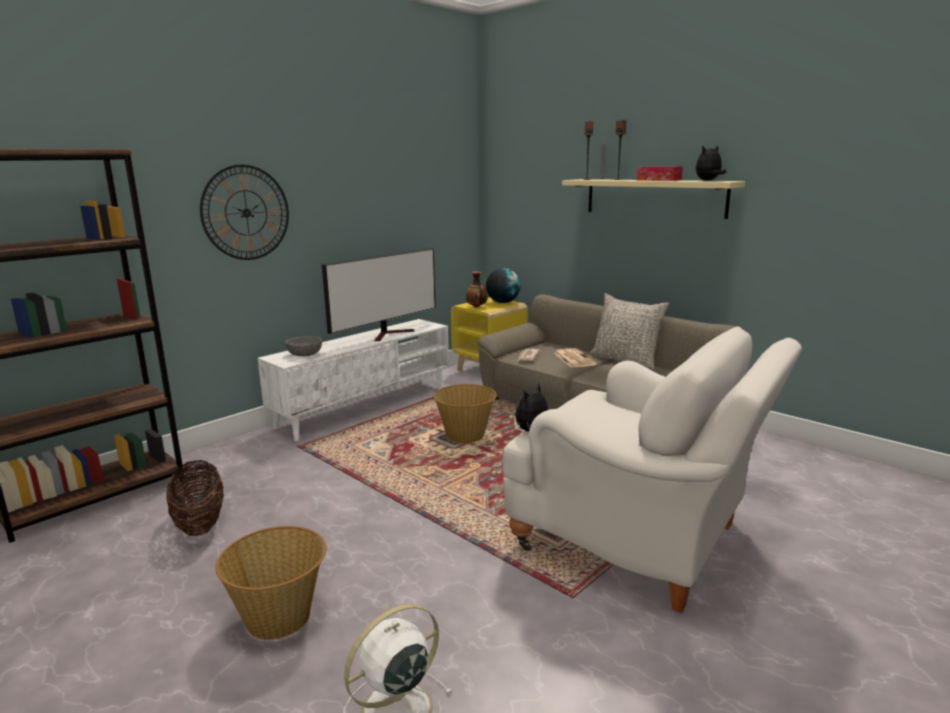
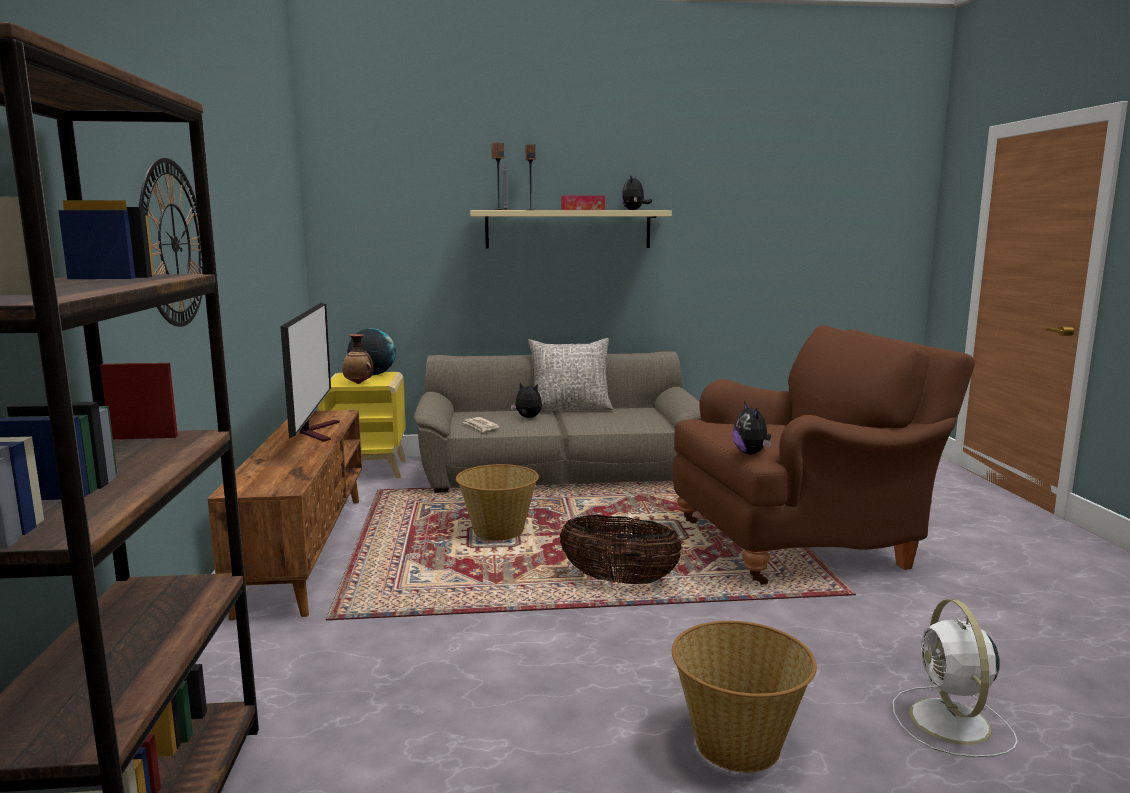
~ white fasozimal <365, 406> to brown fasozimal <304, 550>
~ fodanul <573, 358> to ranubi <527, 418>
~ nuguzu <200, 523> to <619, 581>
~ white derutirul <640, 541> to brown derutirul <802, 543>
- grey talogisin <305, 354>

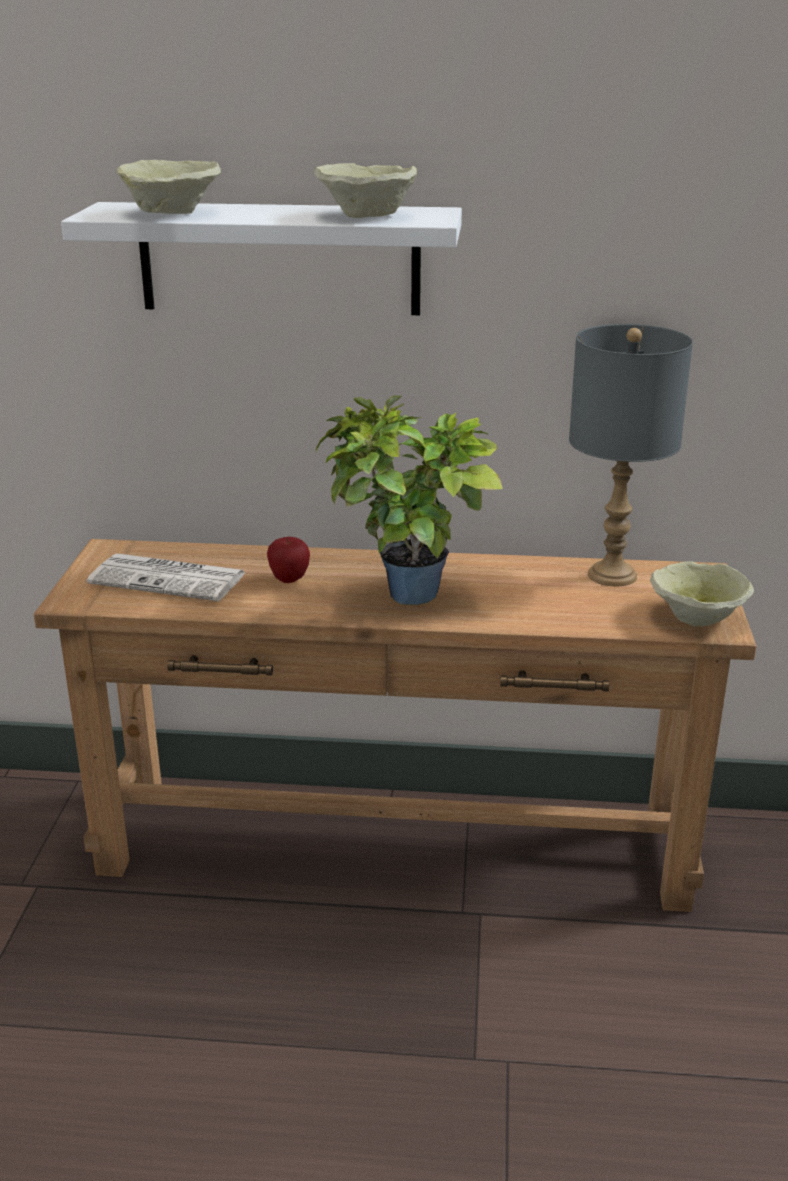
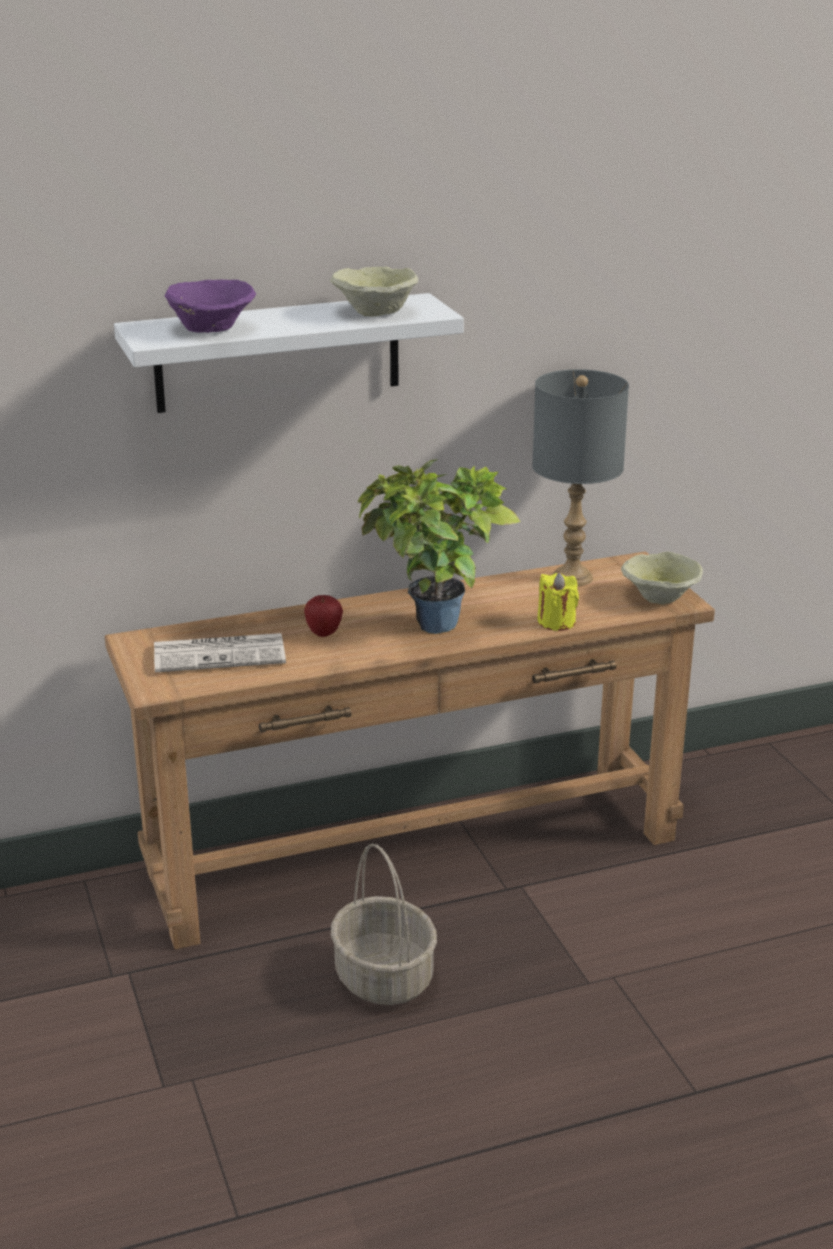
~ beige talogisin <172, 213> to purple talogisin <213, 330>
+ nuguzu <382, 977>
+ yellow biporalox <556, 622>

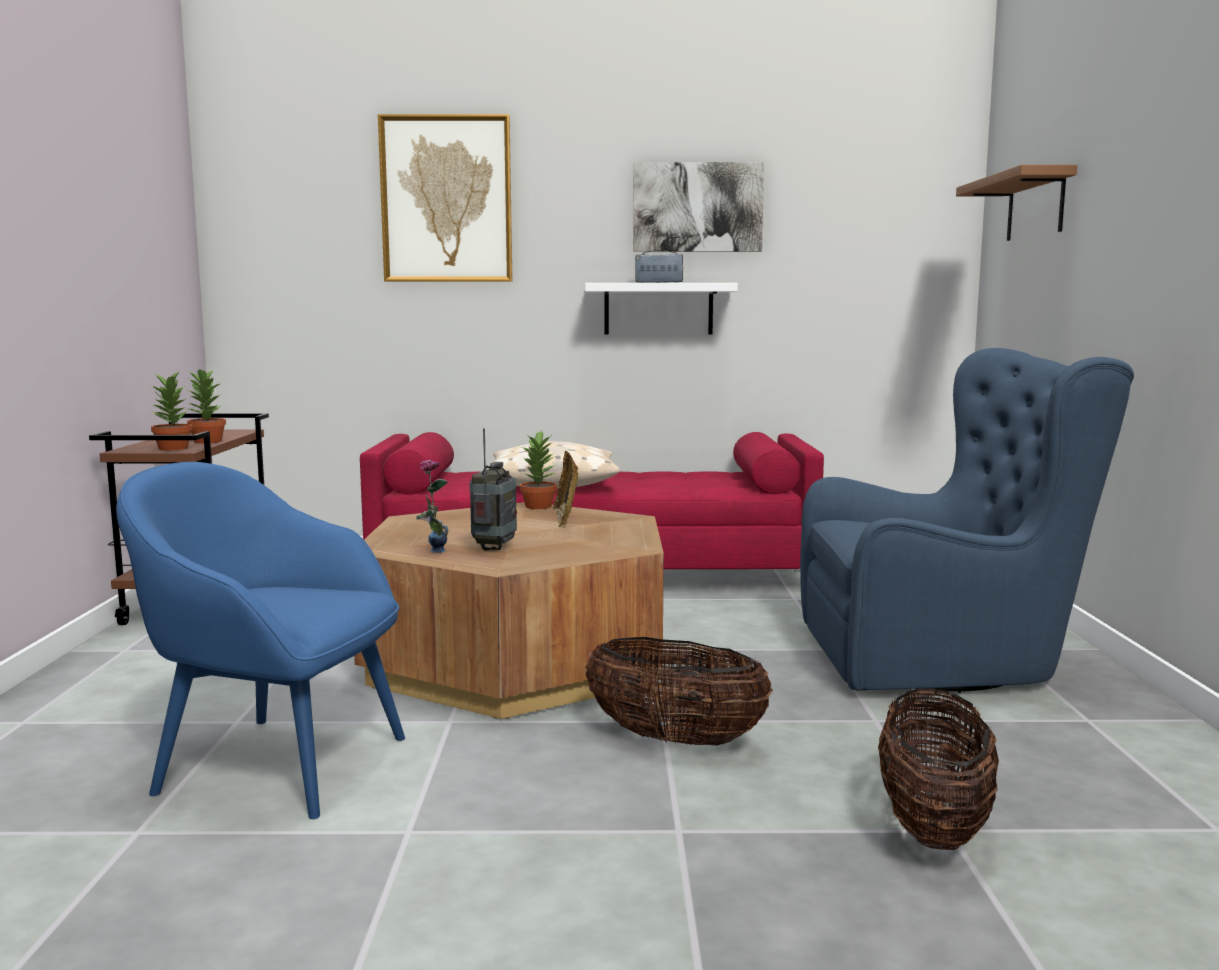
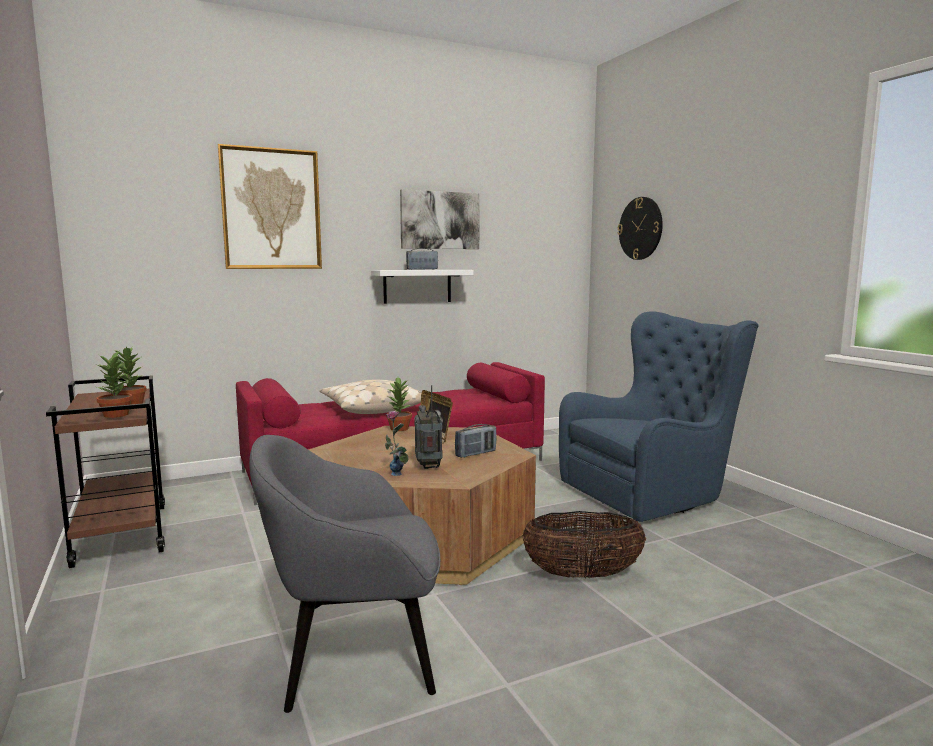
~ blue derutirul <278, 763> to grey derutirul <354, 657>
+ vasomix <476, 454>
~ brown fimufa <1035, 206> to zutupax <640, 228>
- nuguzu <932, 825>

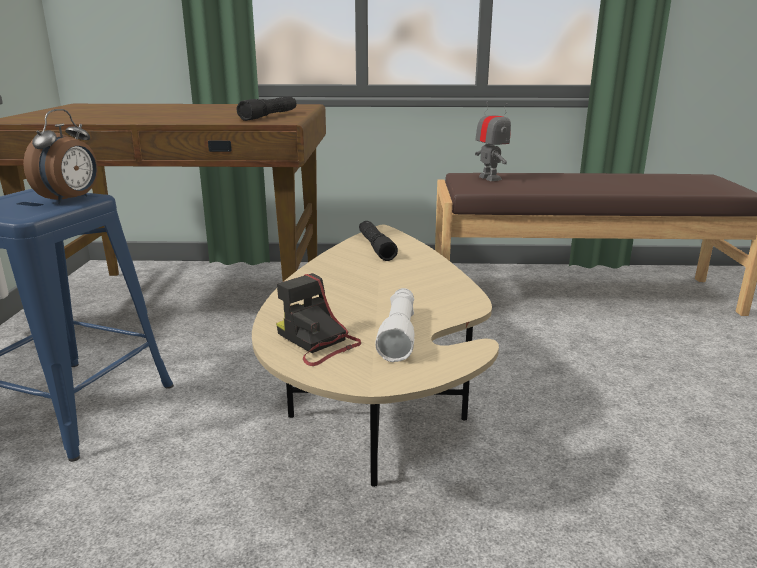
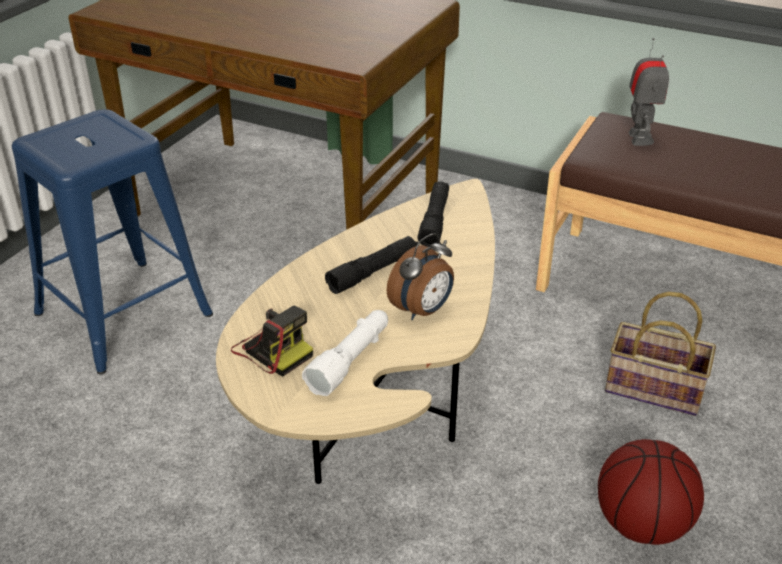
~ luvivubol <317, 342> = <272, 349> 150 degrees clockwise
~ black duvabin <269, 116> to <374, 272>
~ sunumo <71, 200> to <423, 311>
+ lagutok <642, 524>
+ nuguzu <651, 389>

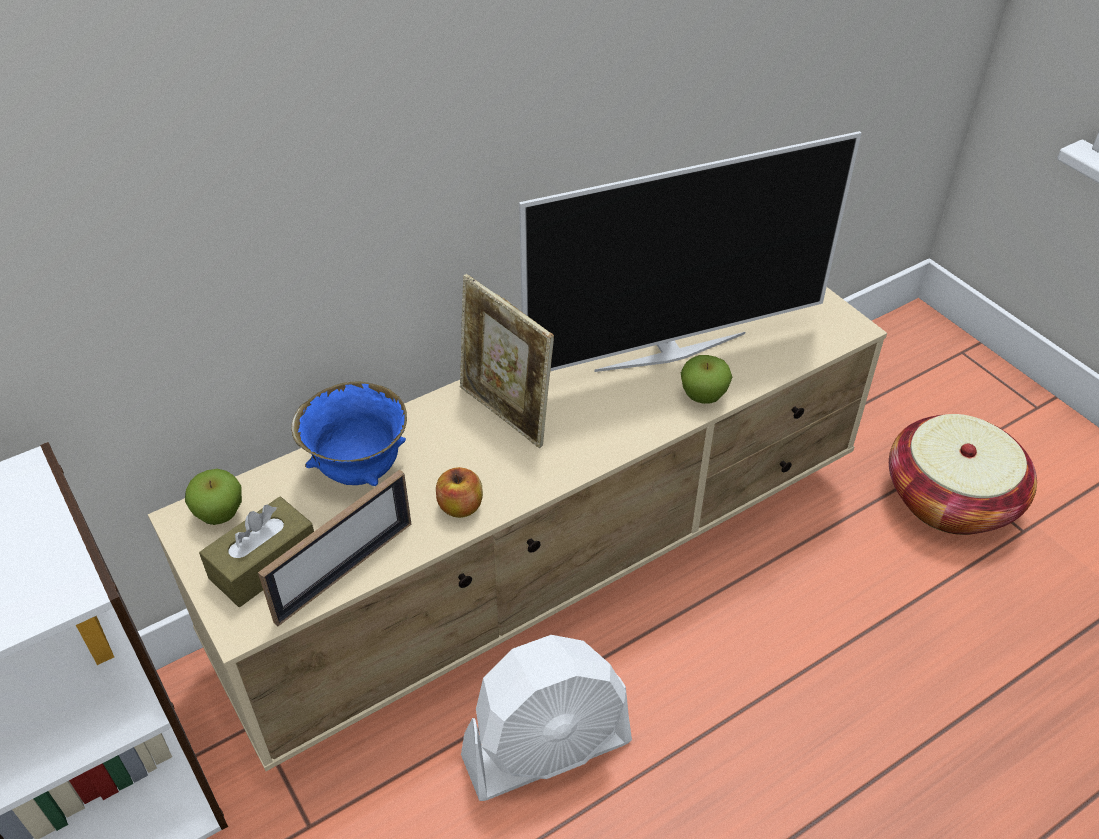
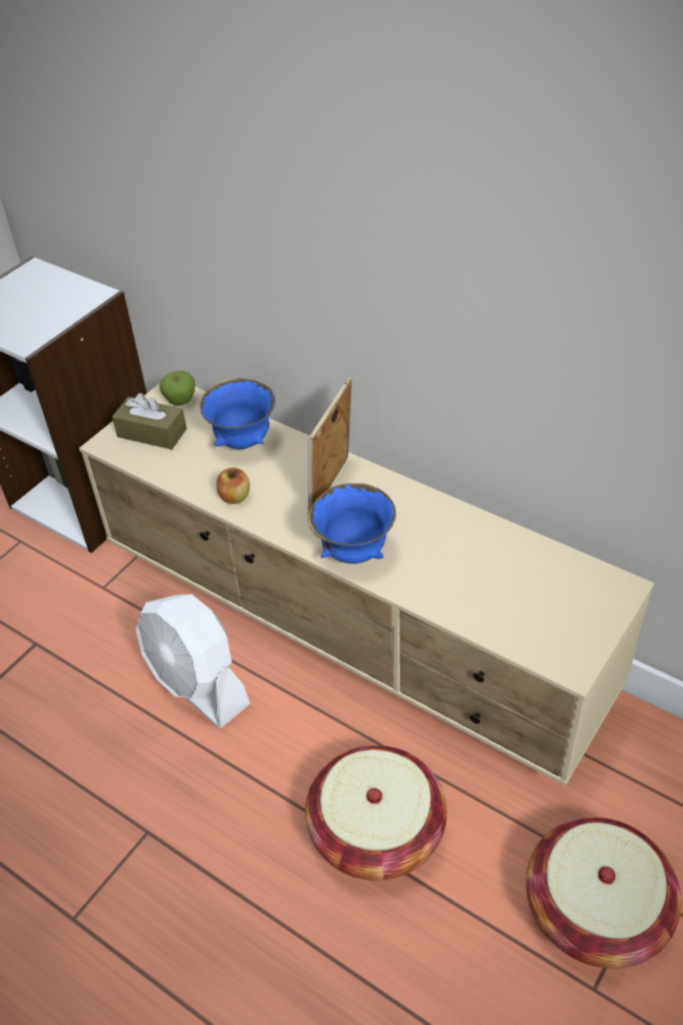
+ nuguzu <376, 831>
+ blue talogisin <354, 552>
- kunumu <345, 571>
- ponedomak <669, 350>
- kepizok <703, 397>

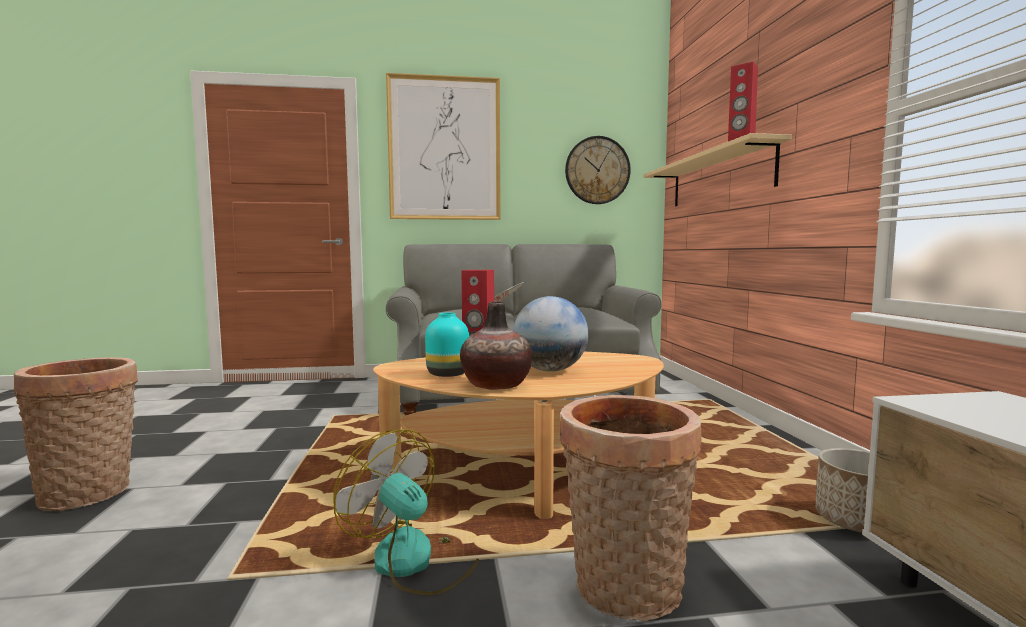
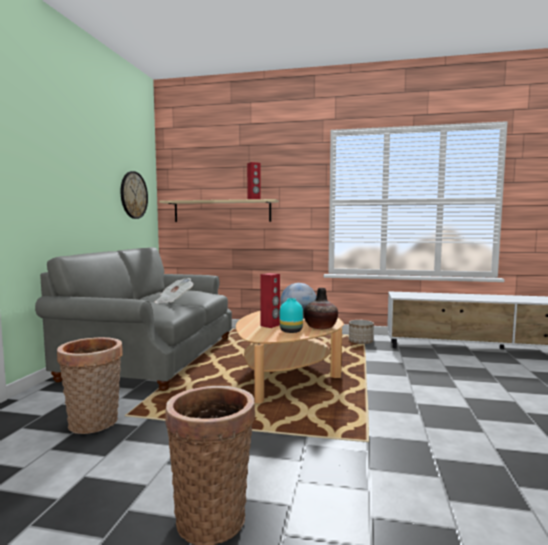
~ nuguzu <625, 592> to <94, 424>
- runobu <415, 561>
- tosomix <444, 149>

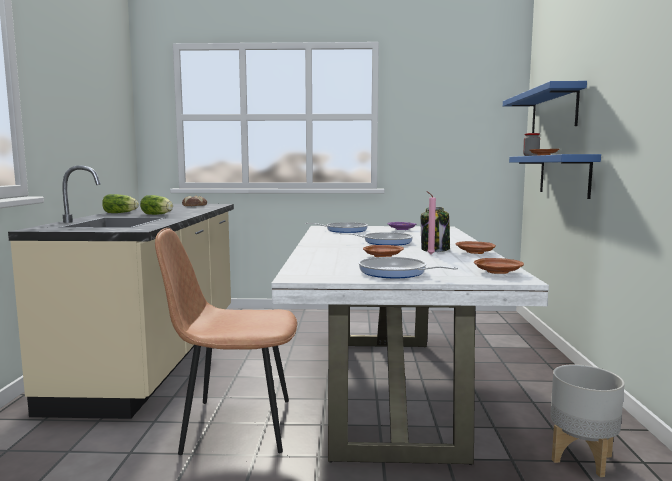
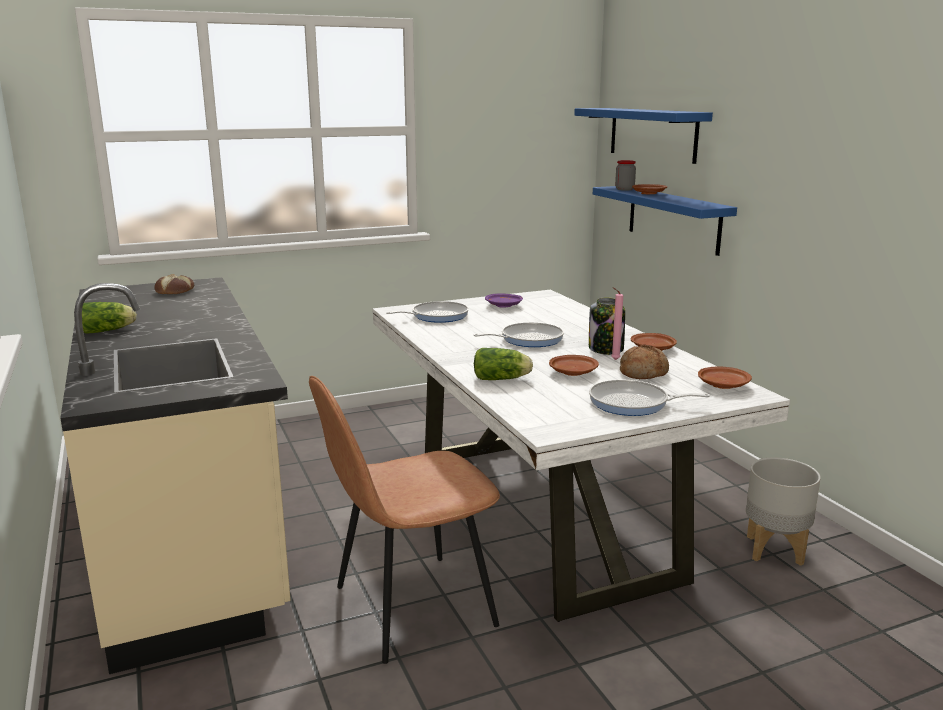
~ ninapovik <158, 214> to <503, 379>
+ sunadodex <643, 372>

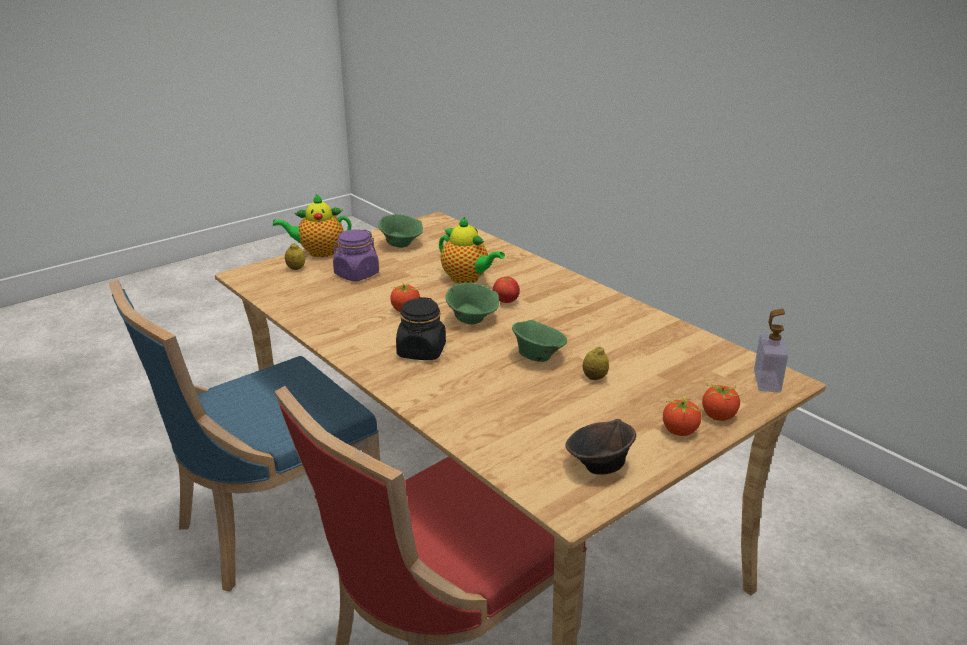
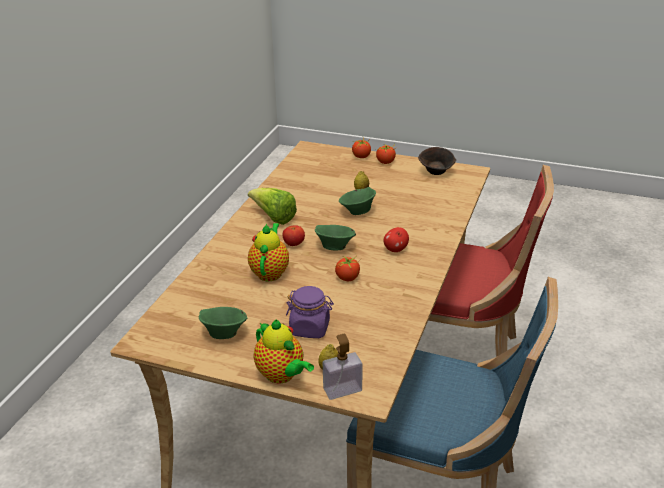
+ ninapovik <274, 218>
~ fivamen <767, 381> to <342, 390>
~ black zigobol <421, 351> to kepizok <395, 249>

